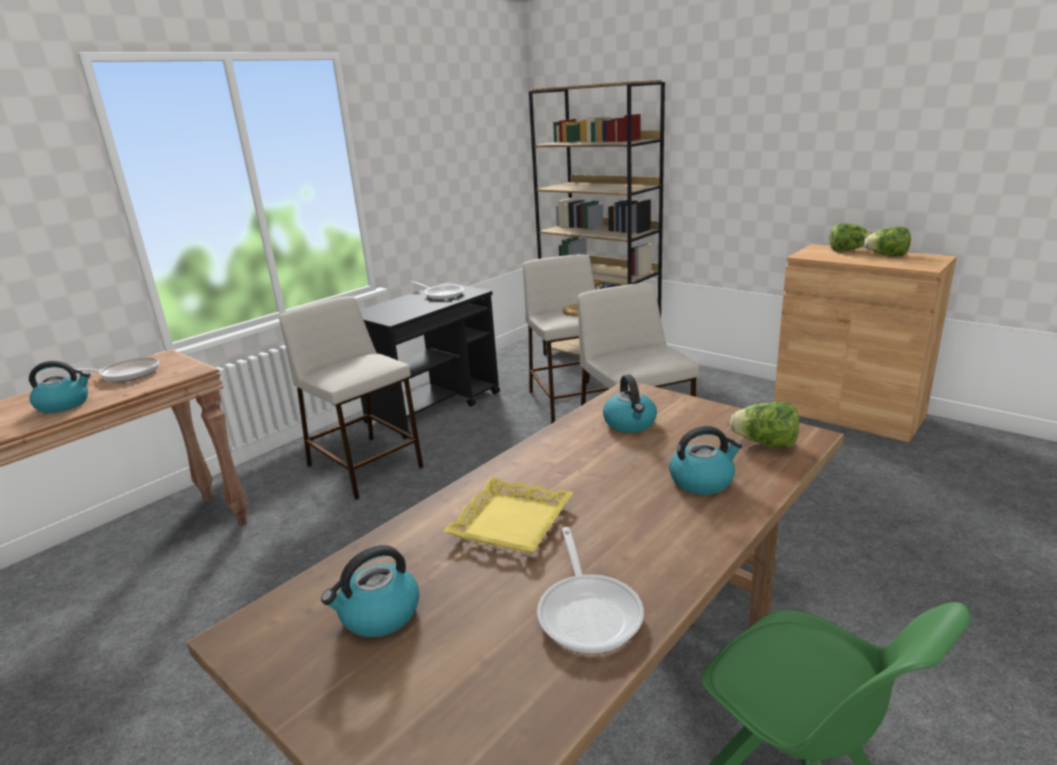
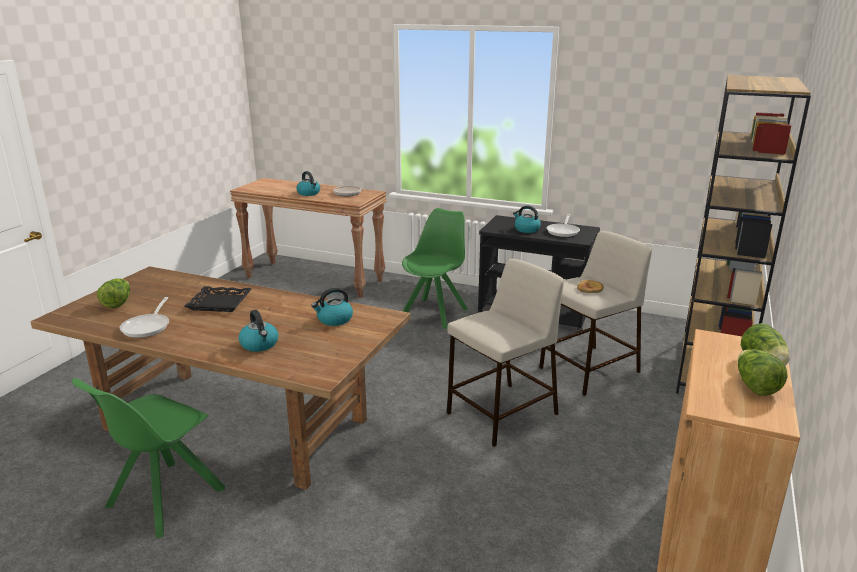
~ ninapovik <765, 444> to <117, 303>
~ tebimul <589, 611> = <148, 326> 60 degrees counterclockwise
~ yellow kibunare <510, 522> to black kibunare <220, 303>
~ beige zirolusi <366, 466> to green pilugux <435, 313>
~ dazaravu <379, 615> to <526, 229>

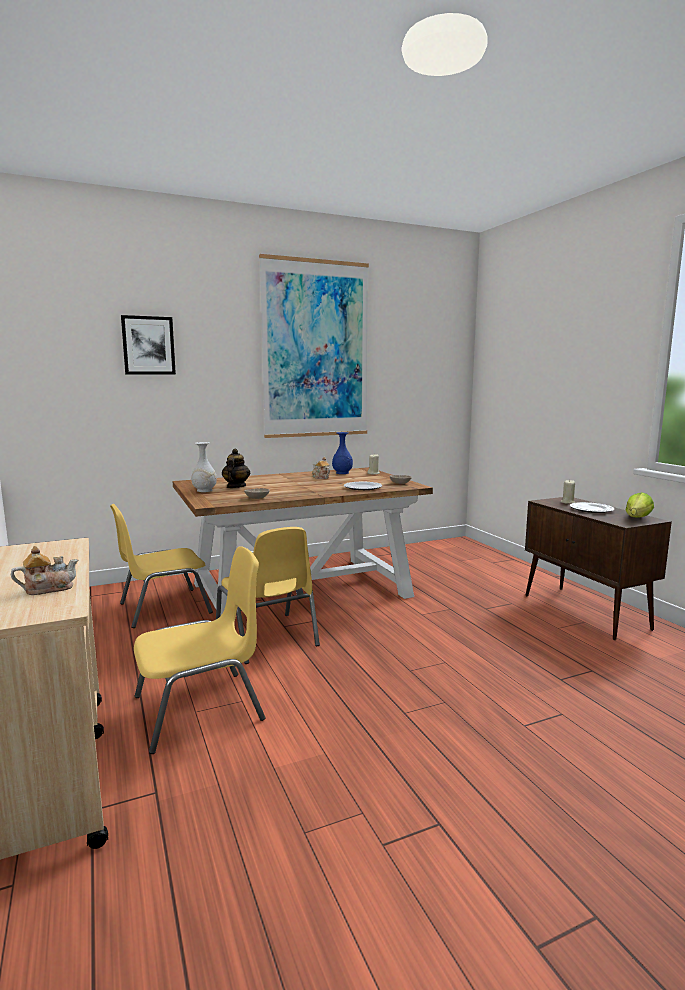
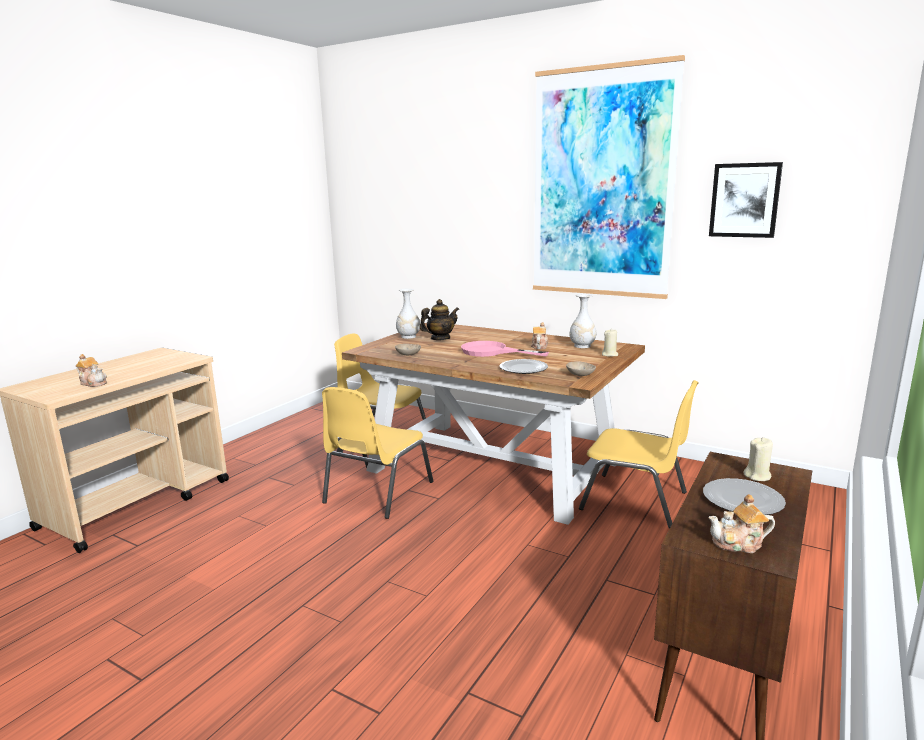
+ pink tebimul <492, 352>
~ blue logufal <342, 473> to white logufal <582, 346>
~ yellow pilugux <201, 709> to <636, 501>
~ ninapovik <635, 519> to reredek <739, 544>
~ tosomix <148, 345> to <744, 200>

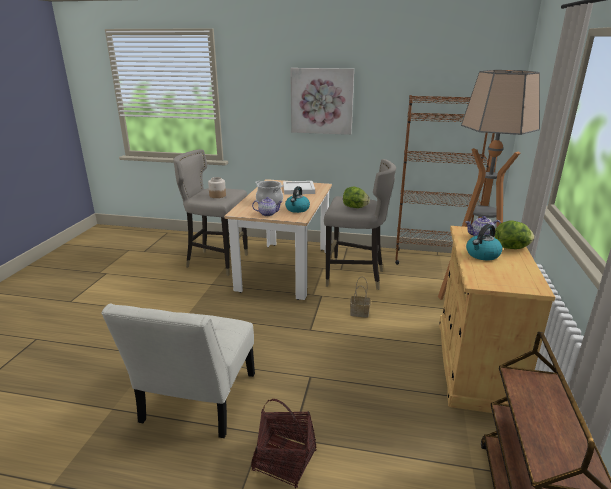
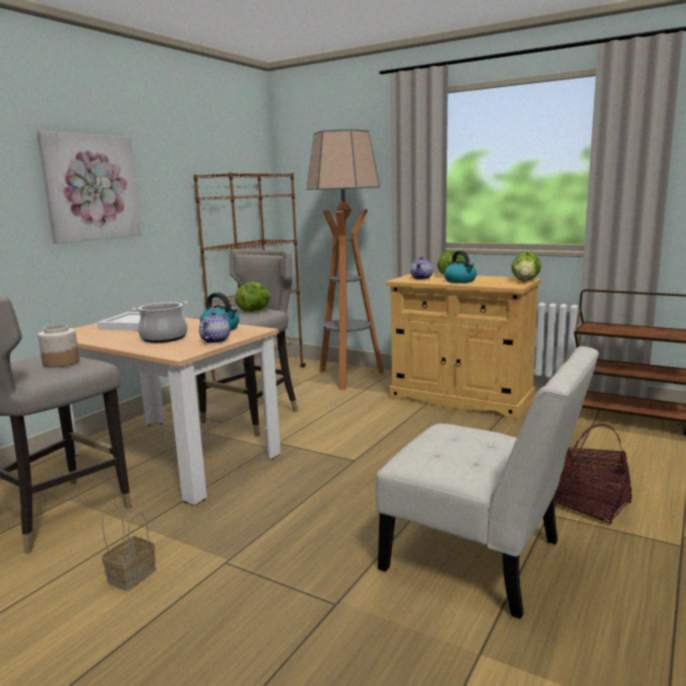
~ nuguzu <360, 312> to <132, 575>
+ ninapovik <525, 281>

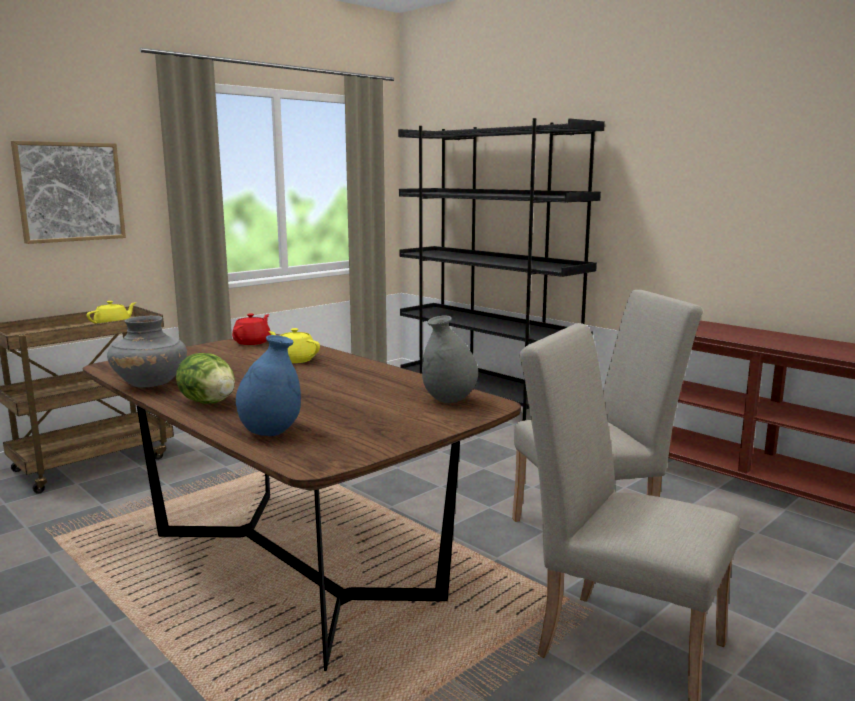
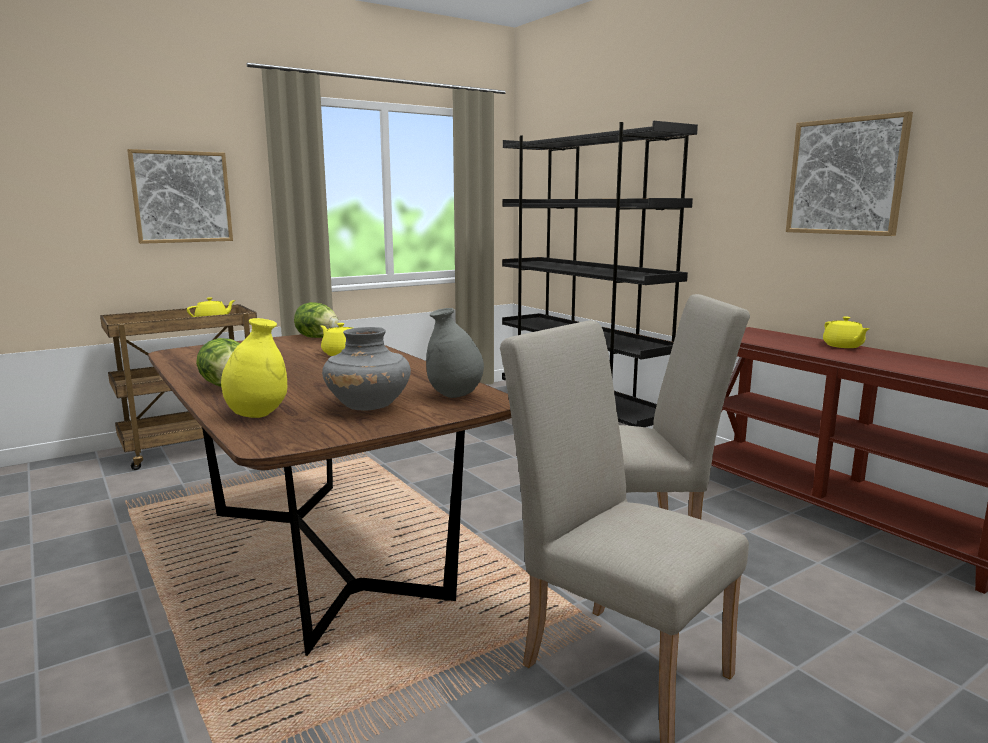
~ blue logufal <270, 432> to yellow logufal <257, 414>
~ red reredek <253, 342> to ninapovik <317, 337>
~ grey logufal <150, 384> to <368, 406>
+ tosomix <846, 177>
+ yellow reredek <843, 346>

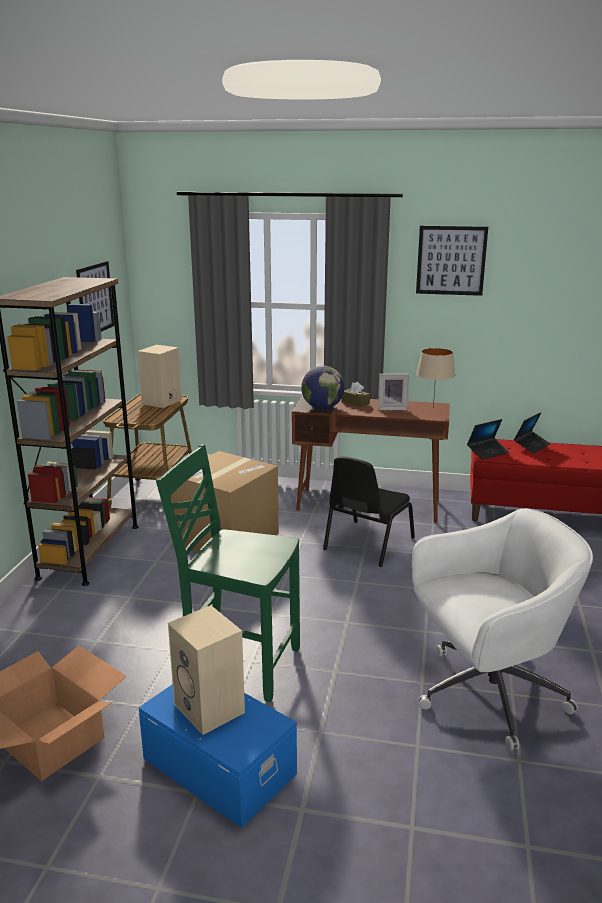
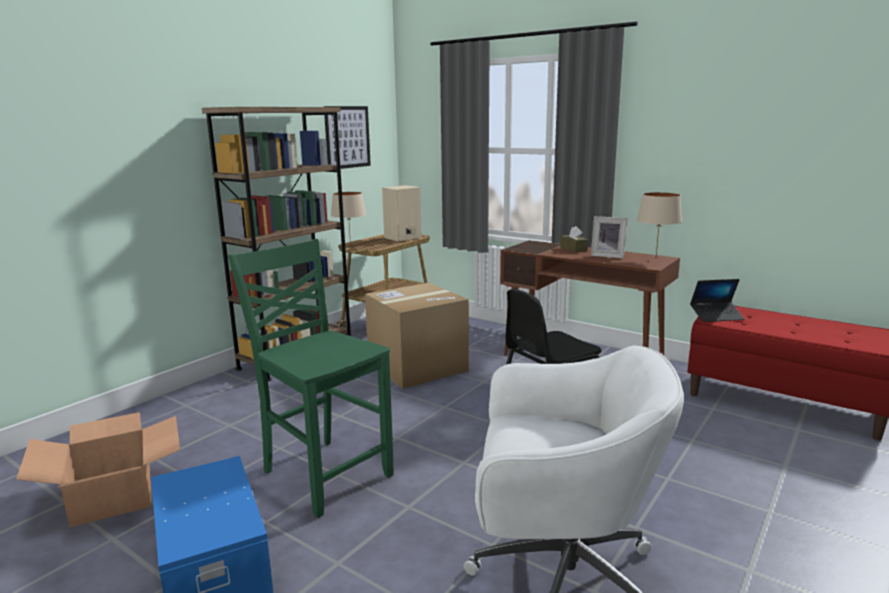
+ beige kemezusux <350, 246>
- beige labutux <211, 708>
- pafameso <322, 408>
- tosomix <451, 260>
- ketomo <531, 446>

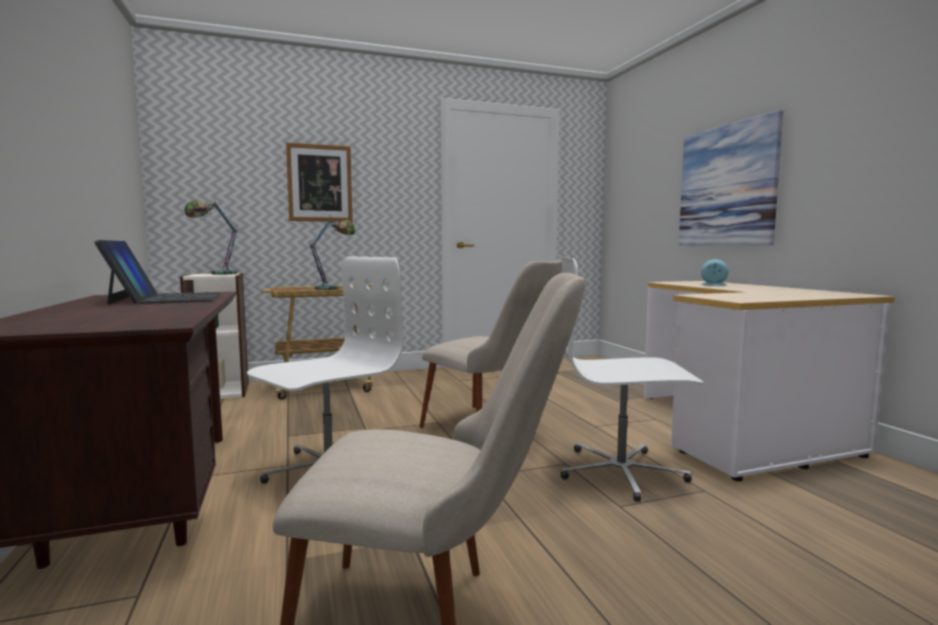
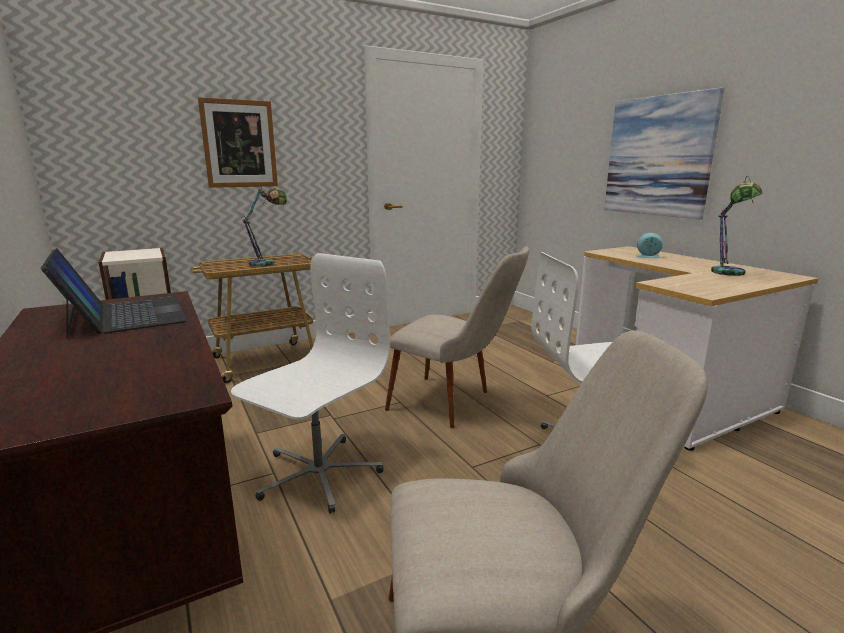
~ kemezusux <216, 274> to <727, 274>

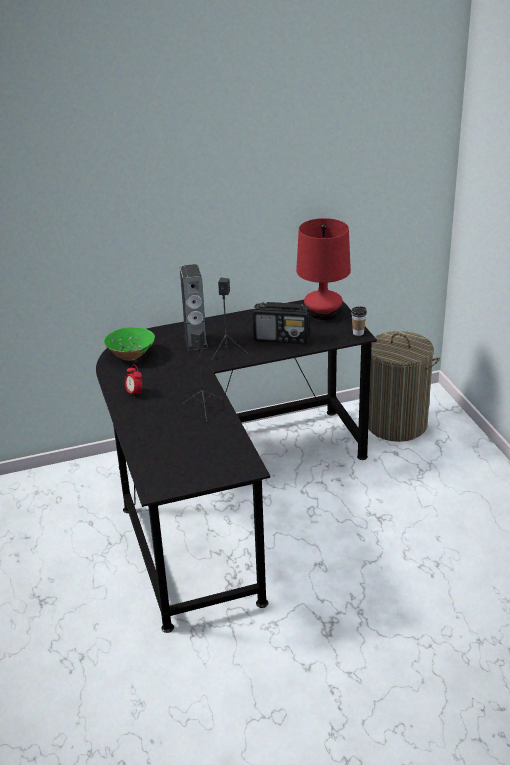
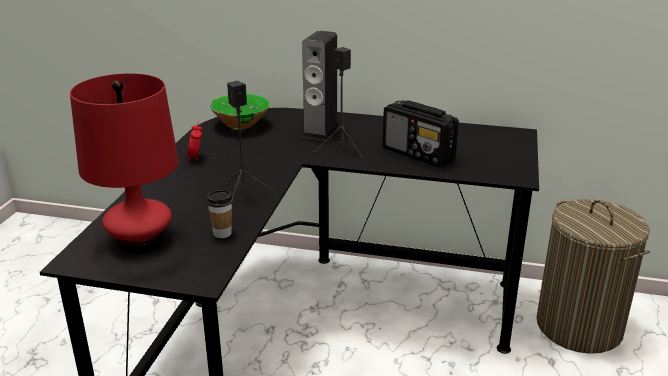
~ red kemezusux <323, 314> to <140, 240>
~ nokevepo <358, 333> to <222, 233>

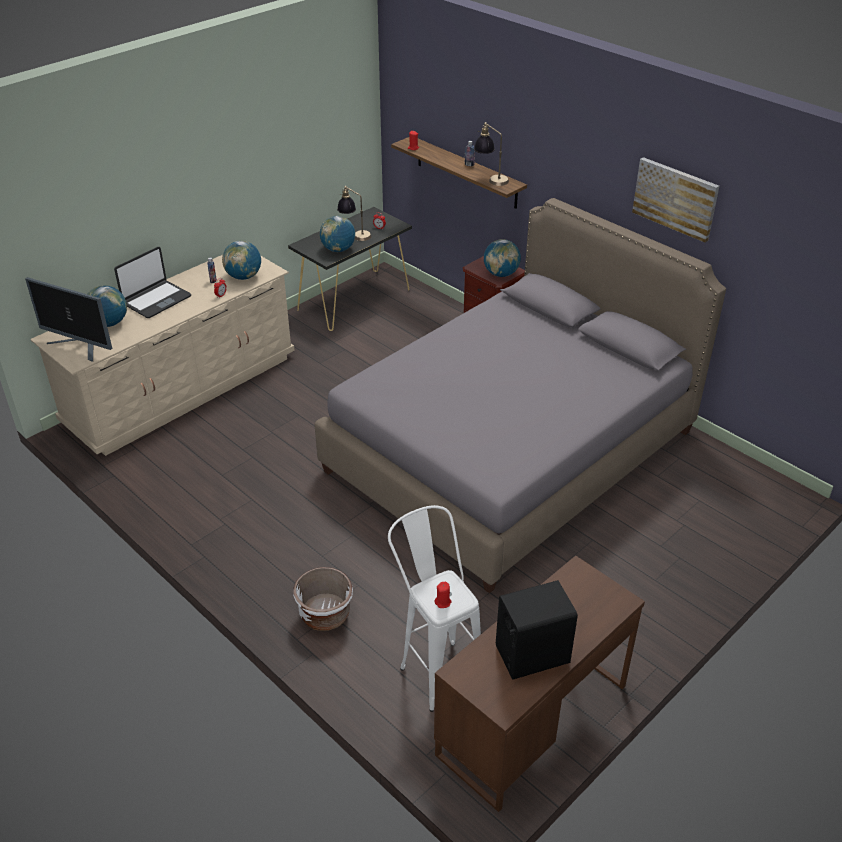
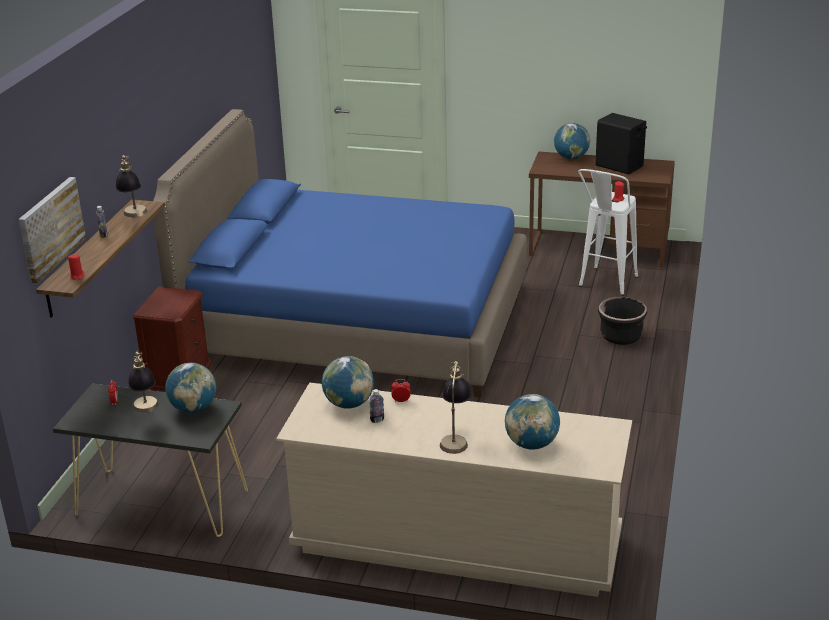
~ tosomix <675, 198> to <50, 228>
~ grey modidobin <510, 451> to blue modidobin <357, 323>
~ ketomo <156, 300> to kemezusux <455, 438>
~ pafameso <501, 274> to <571, 158>
~ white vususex <325, 614> to black vususex <621, 336>
- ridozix <80, 346>

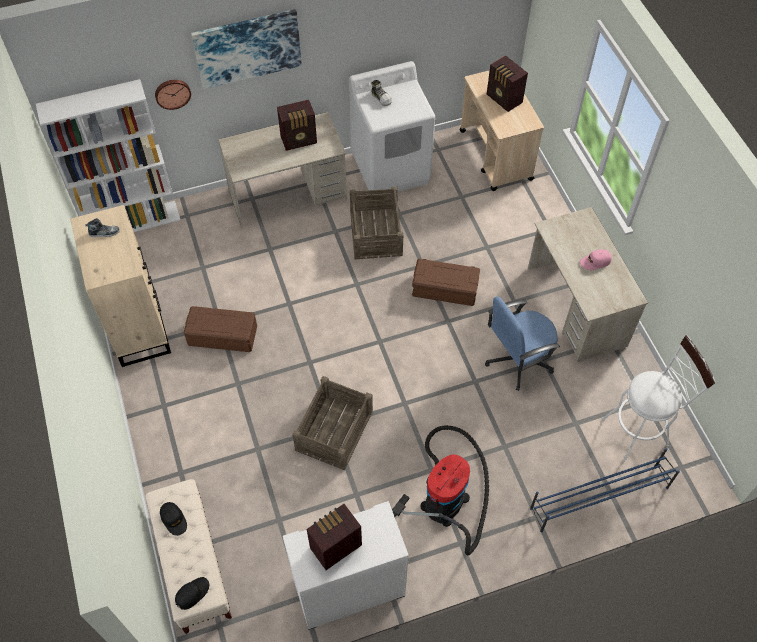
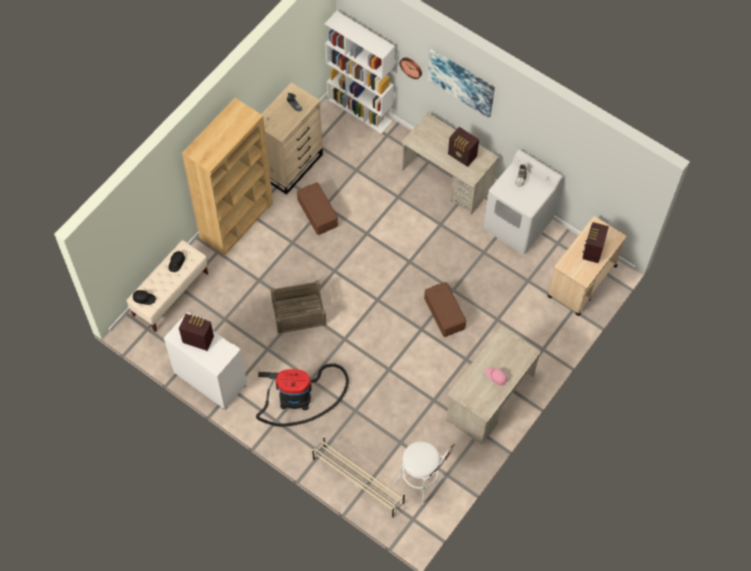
+ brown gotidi <236, 221>
~ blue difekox <598, 497> to beige difekox <358, 481>
- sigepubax <376, 232>
- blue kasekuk <517, 360>

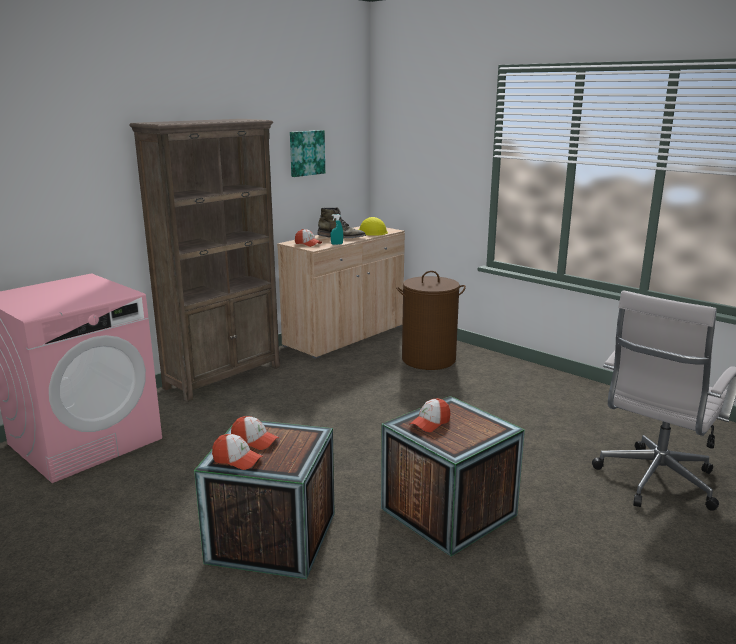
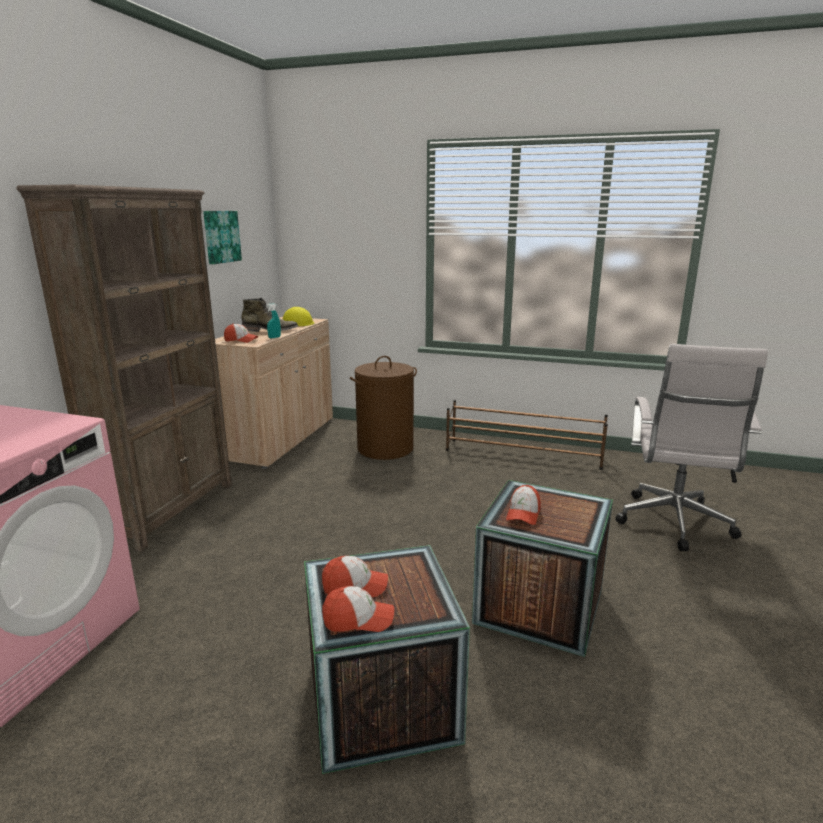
+ brown difekox <523, 454>

